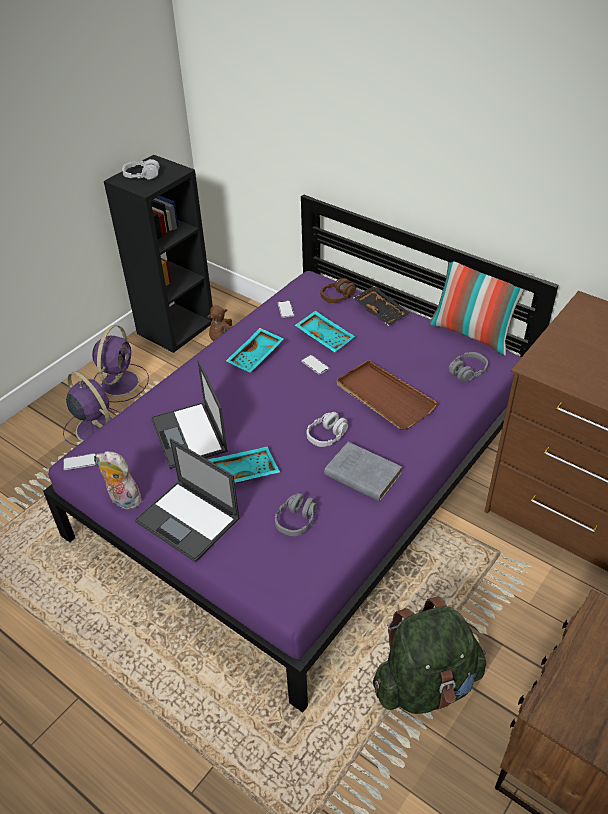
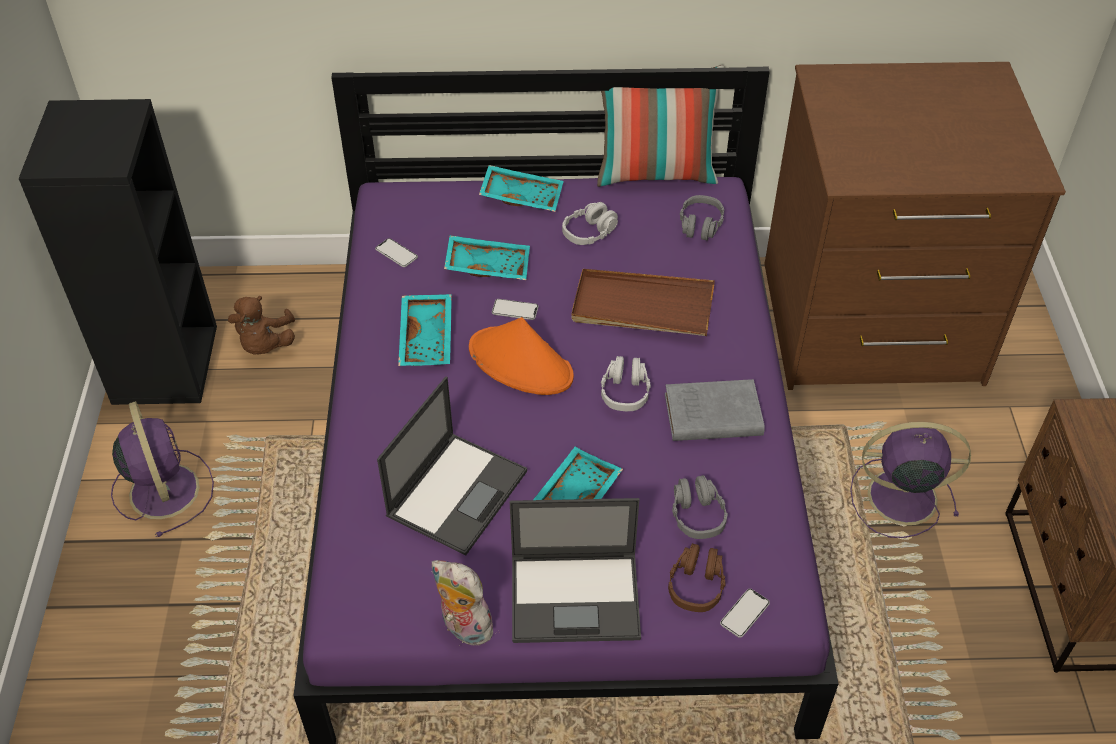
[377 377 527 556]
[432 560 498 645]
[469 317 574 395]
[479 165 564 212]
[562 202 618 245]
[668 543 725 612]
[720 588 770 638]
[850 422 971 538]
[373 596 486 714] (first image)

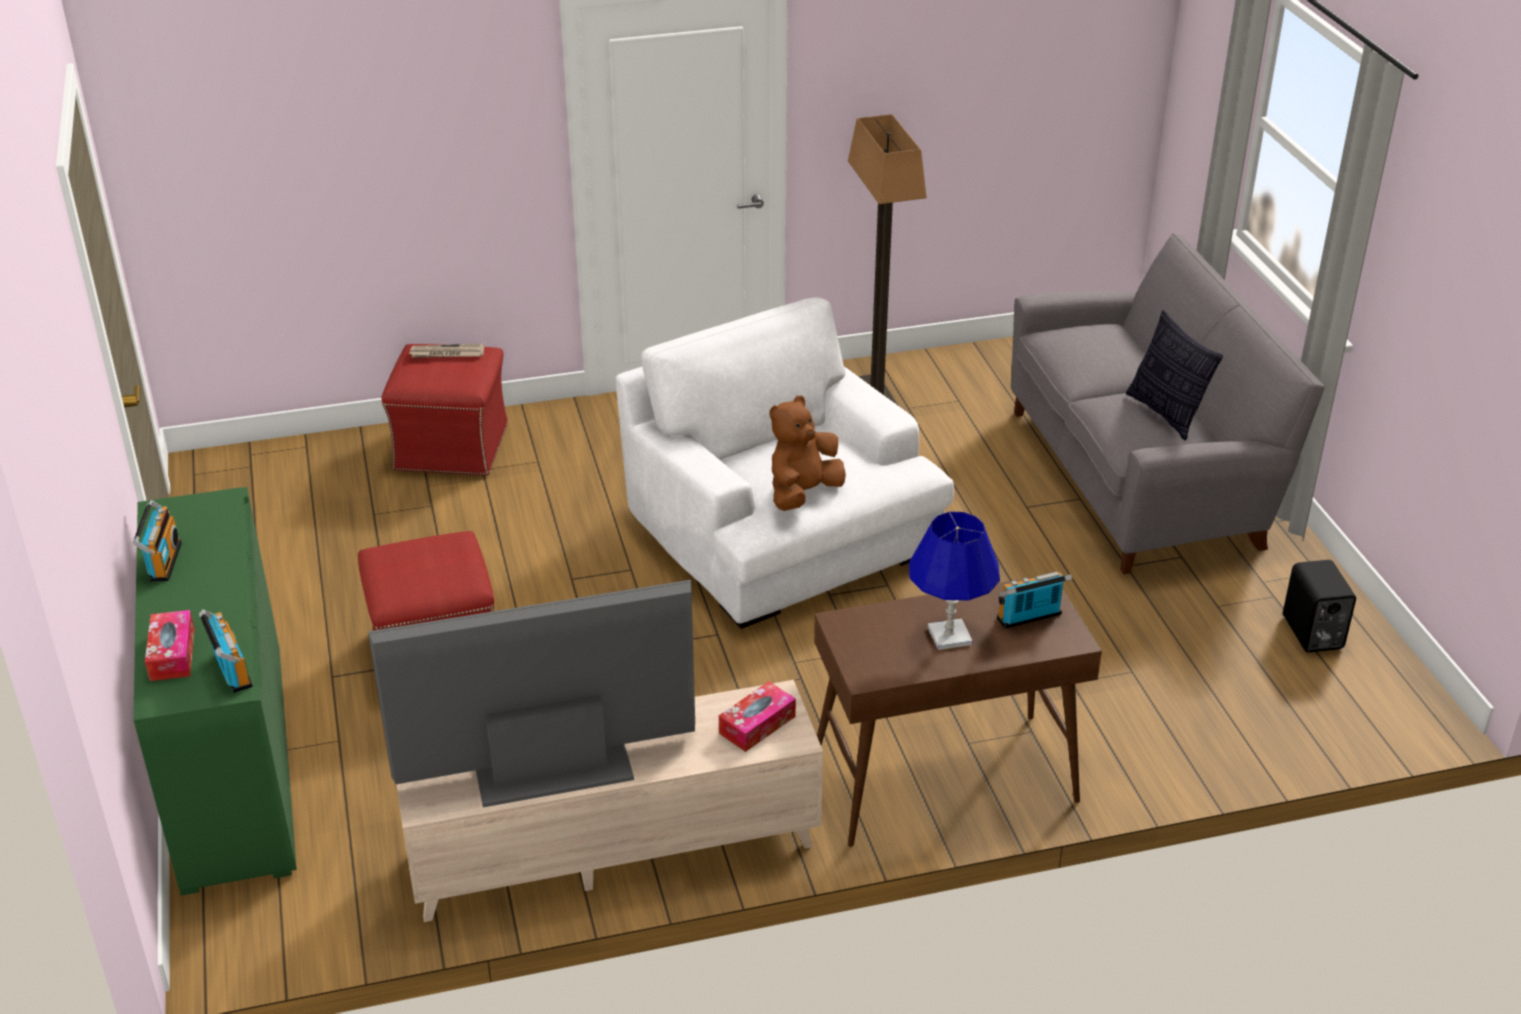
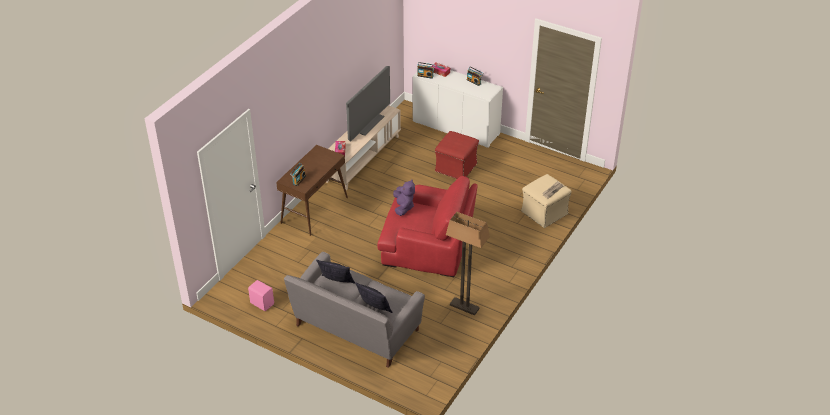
[248 280 274 311]
[355 282 392 313]
[377 176 478 277]
[393 180 415 216]
[413 63 503 148]
[521 174 572 228]
[909 512 1000 650] (first image)

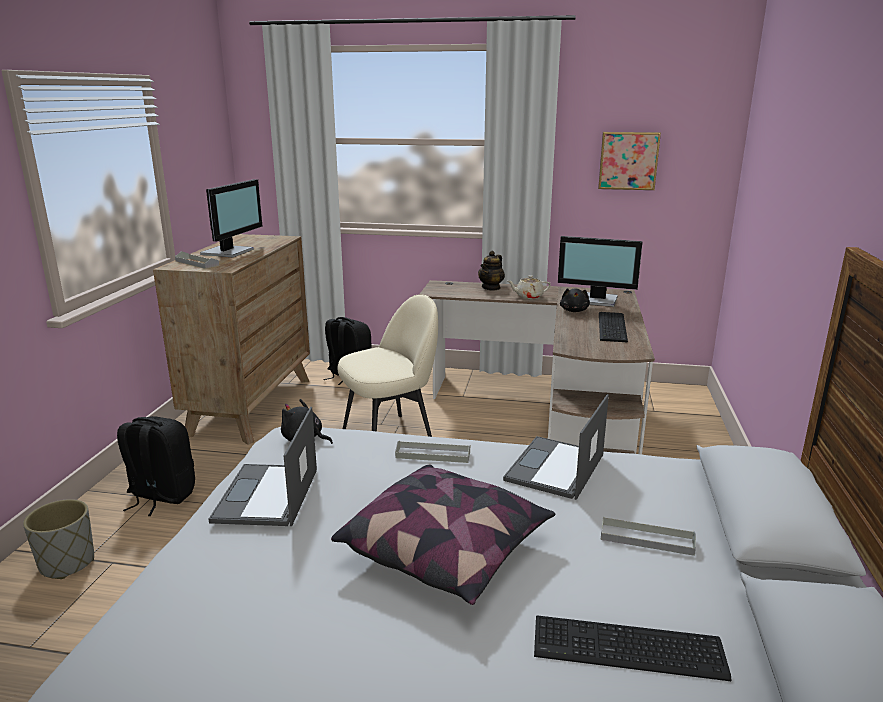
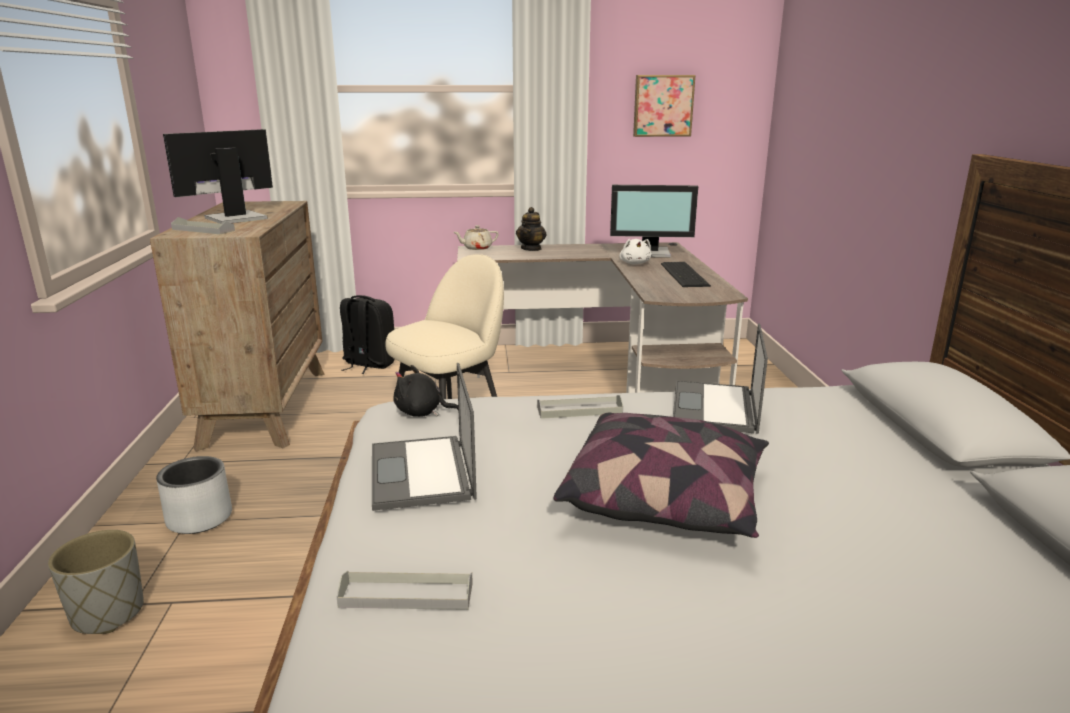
[156 456 232 534]
[163 129 273 224]
[336 571 473 610]
[454 225 499 250]
[619 239 651 265]
[534 615 732 681] (first image)

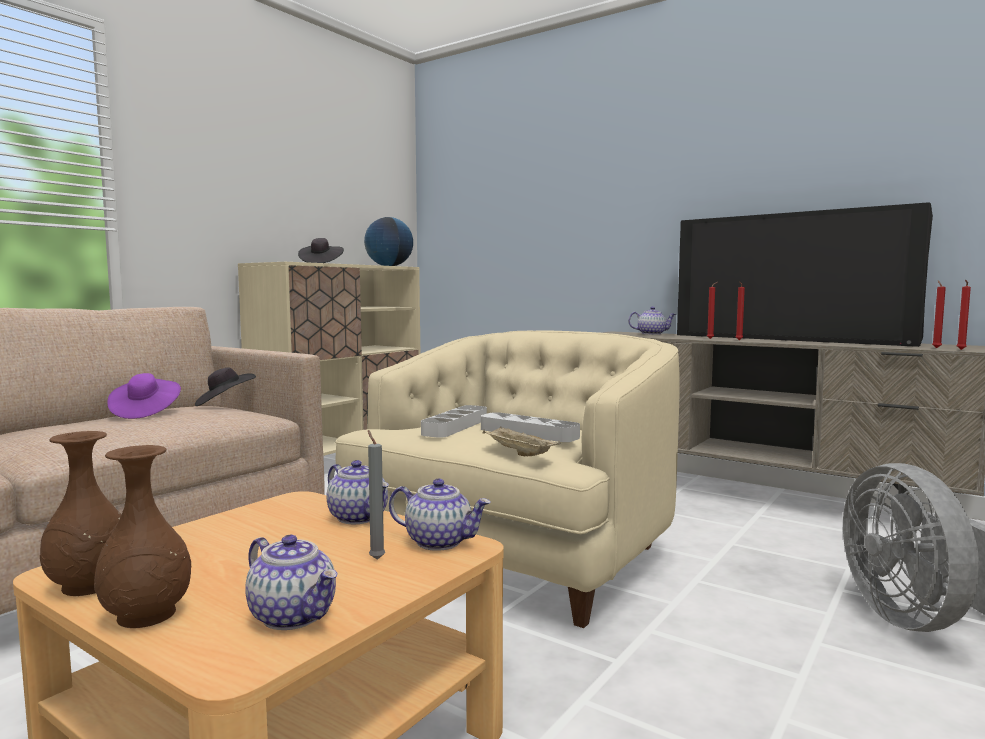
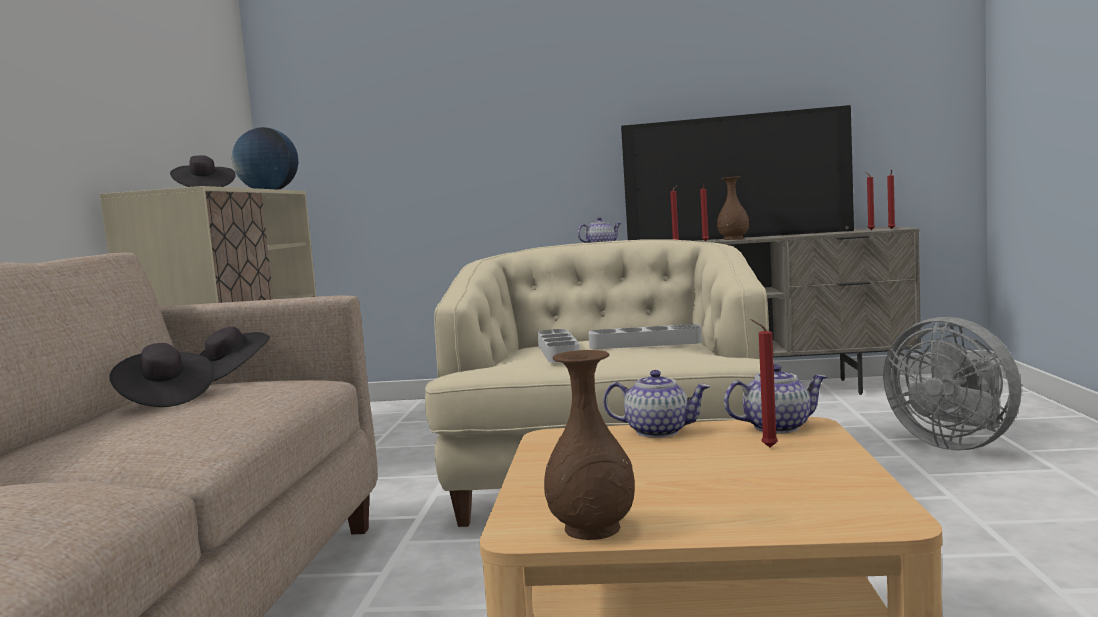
[109 343 214 407]
[717 176 749 240]
[751 319 778 447]
[245 535 338 630] (first image)
[483 427 561 456] (first image)

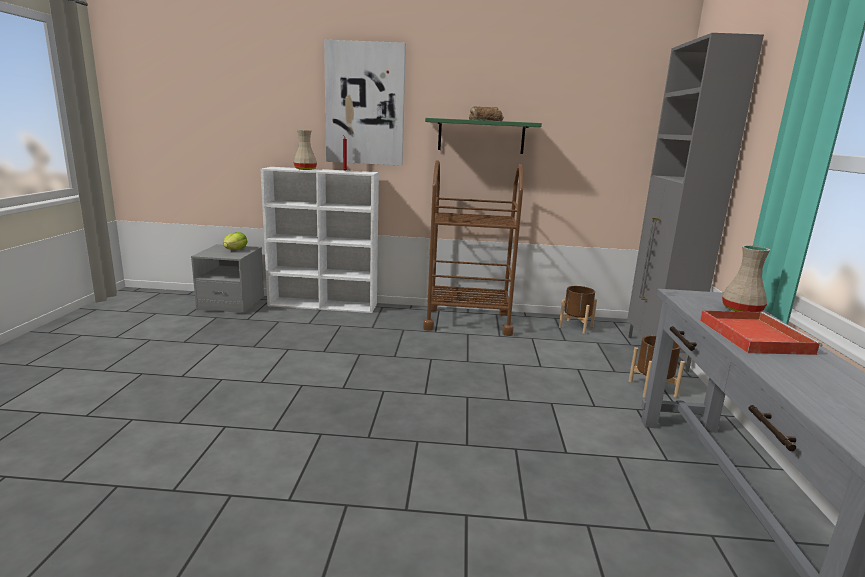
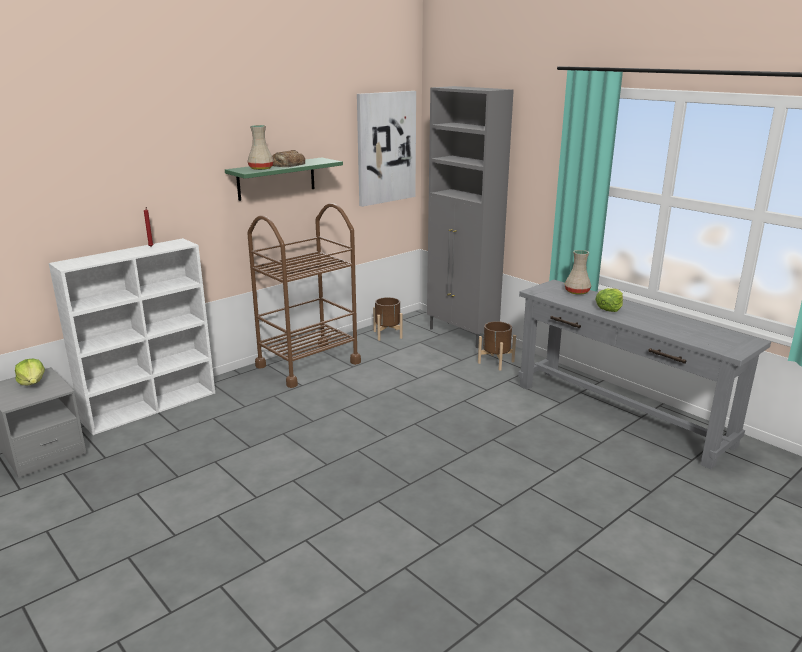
[247 125 274 170]
[357 91 416 207]
[595 288 623 312]

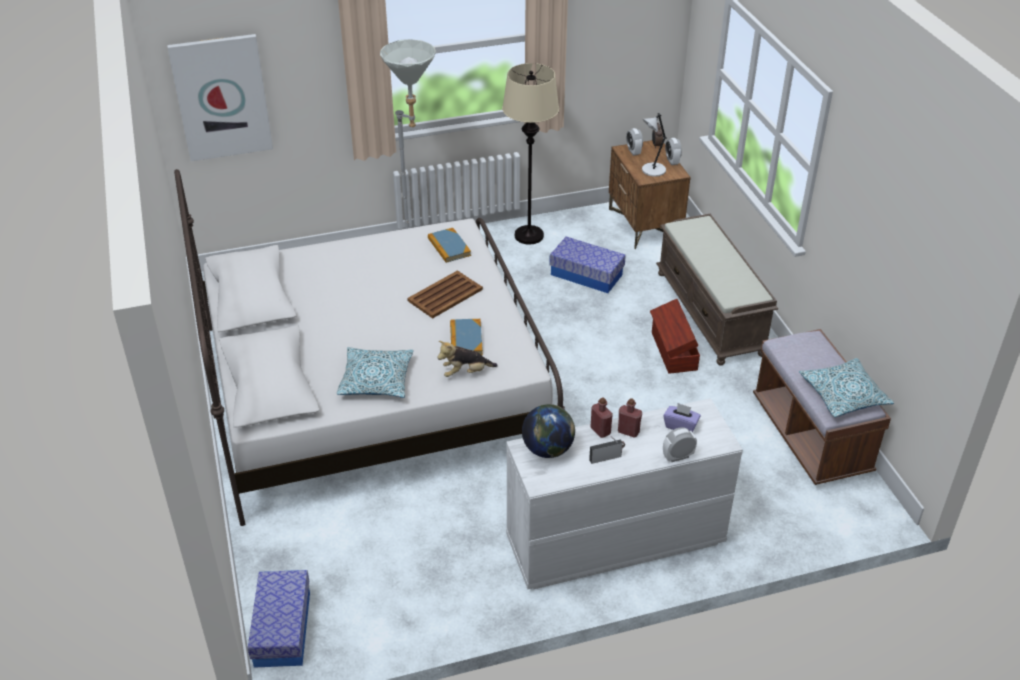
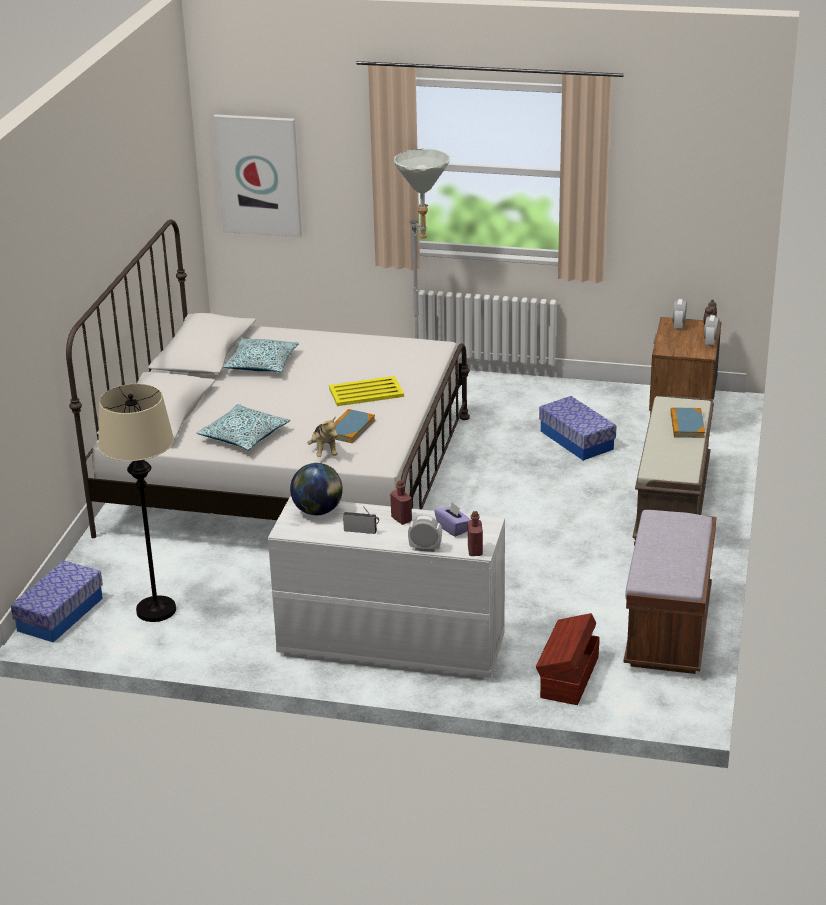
[98 384 176 622]
[223 338 299 372]
[307 416 338 457]
[329 376 404 406]
[468 511 483 556]
[536 613 599 705]
[670 408 705 438]
[642 113 667 177] (first image)

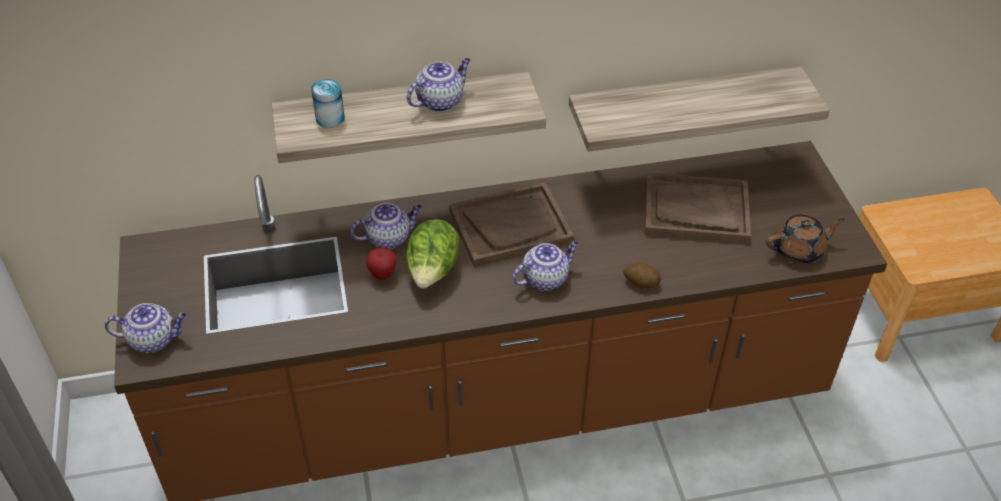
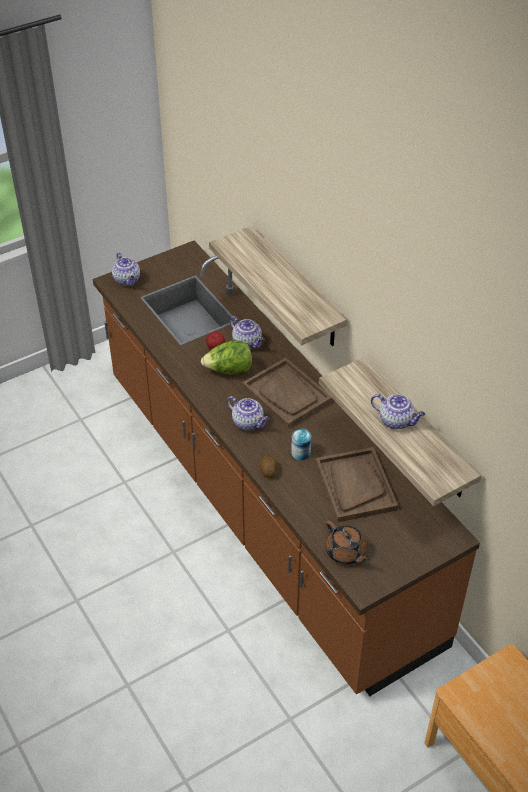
[291 429 311 460]
[371 394 425 430]

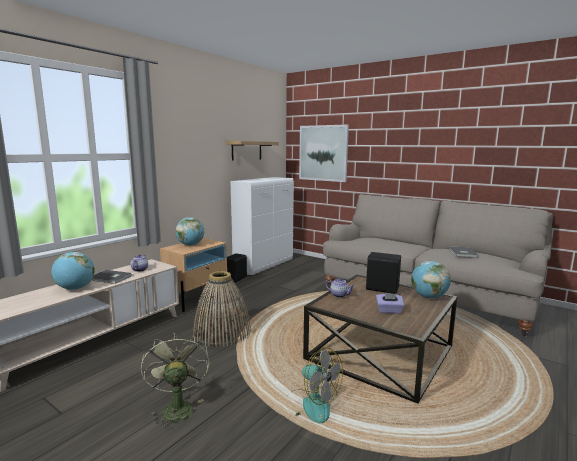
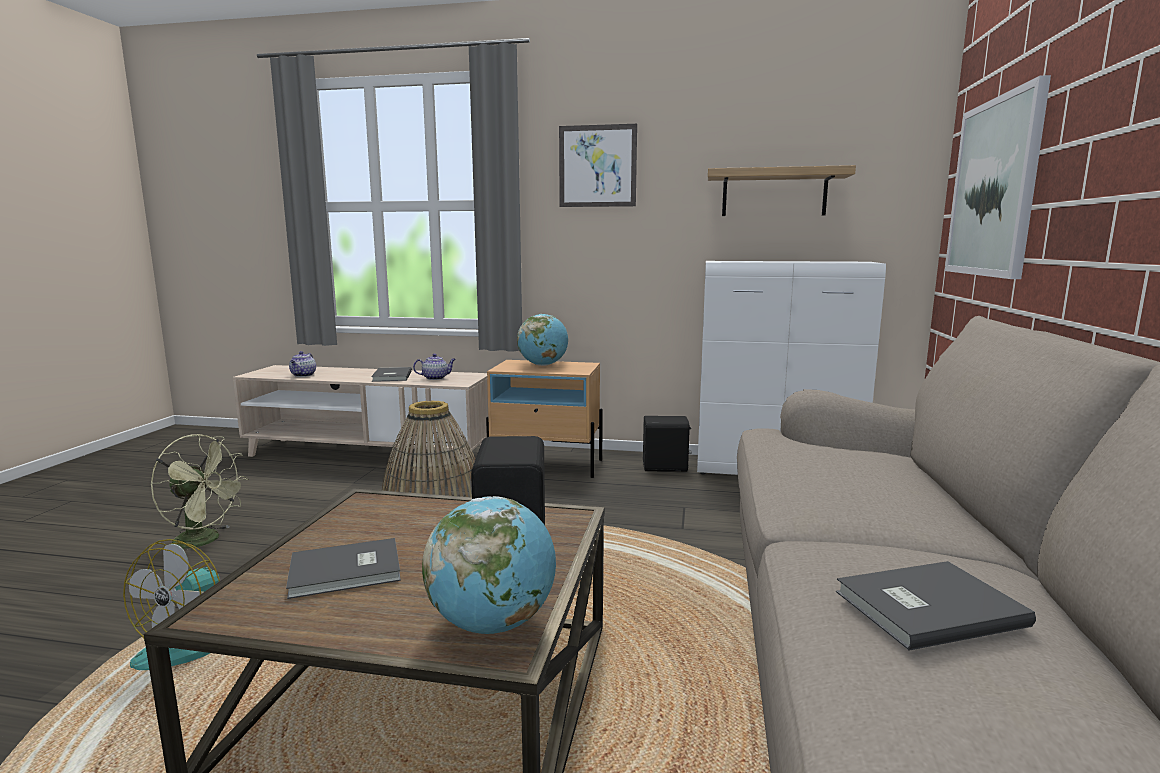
[150 434 248 549]
[286 538 401 599]
[289 351 316 377]
[559 124 637 207]
[51 252 95 290] (first image)

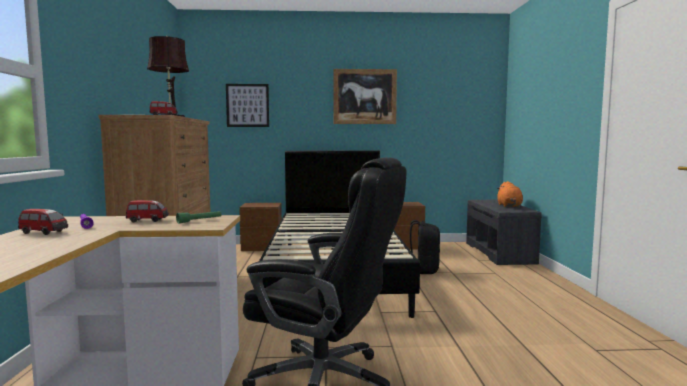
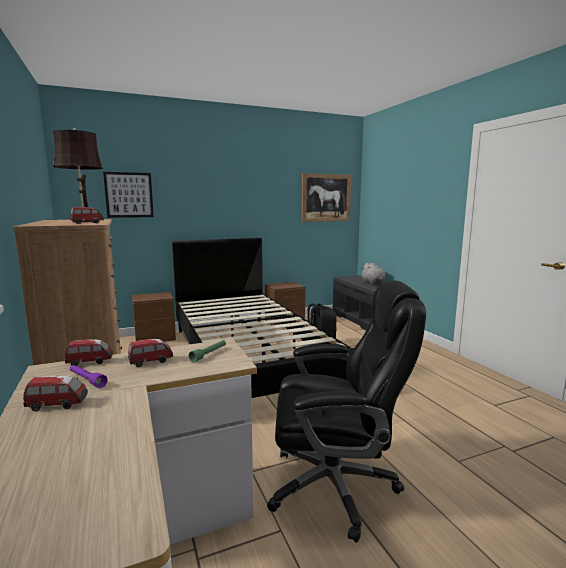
[65 339 113 366]
[302 173 351 222]
[361 262 385 284]

